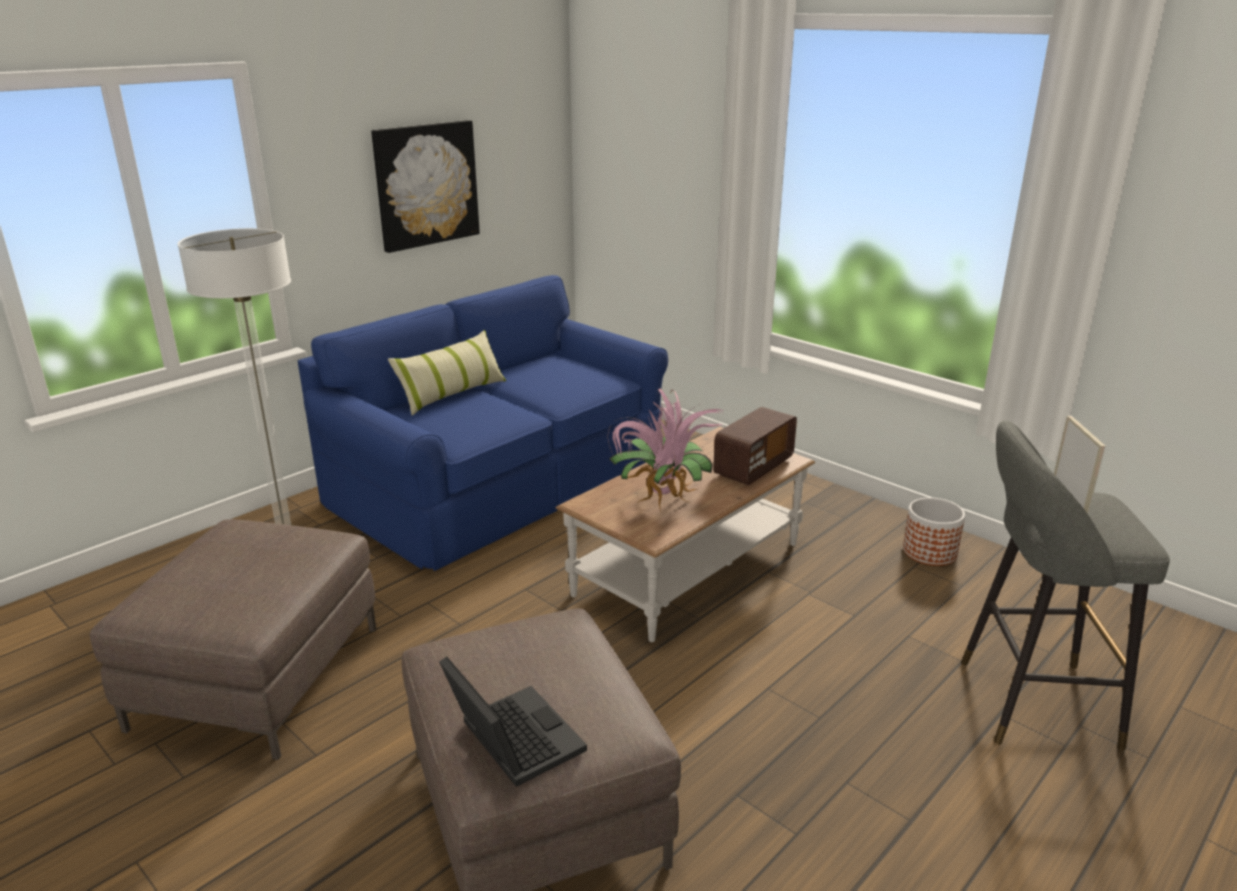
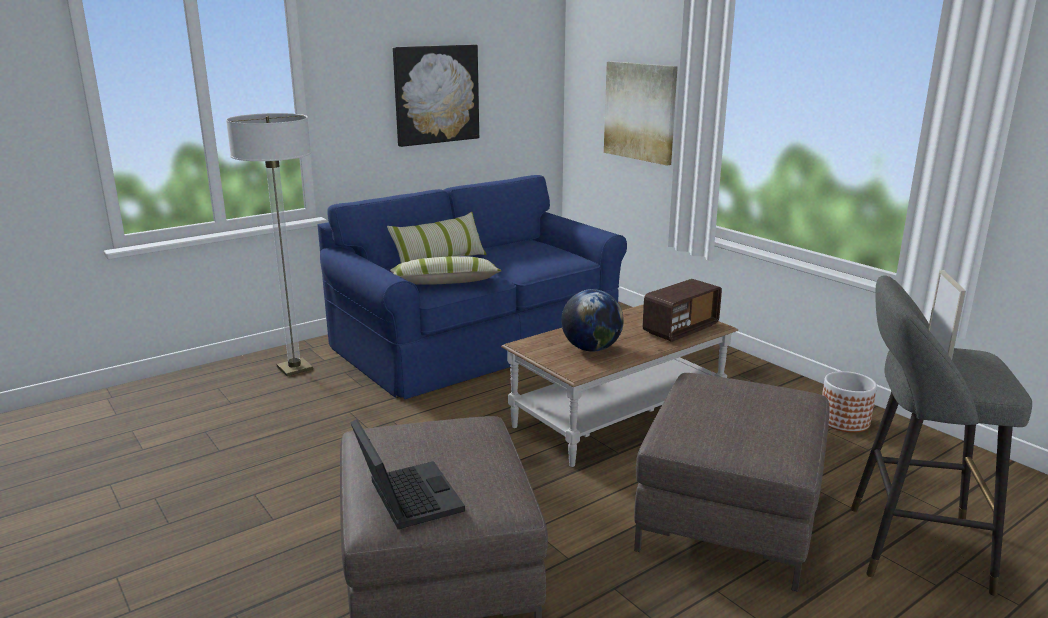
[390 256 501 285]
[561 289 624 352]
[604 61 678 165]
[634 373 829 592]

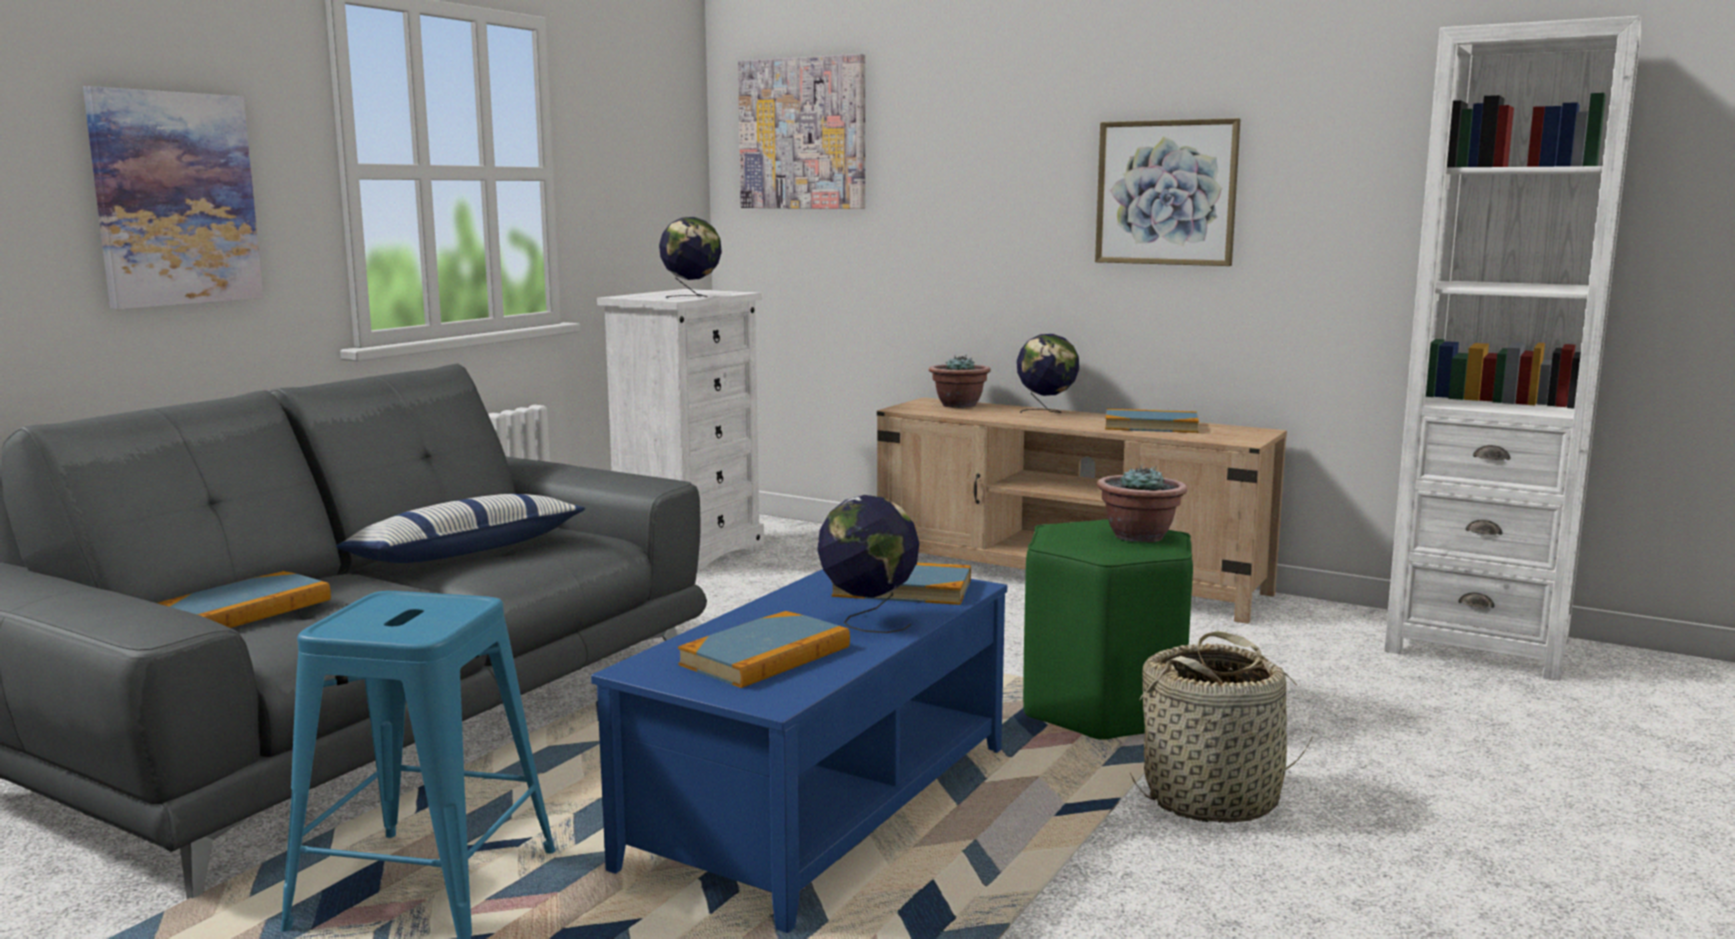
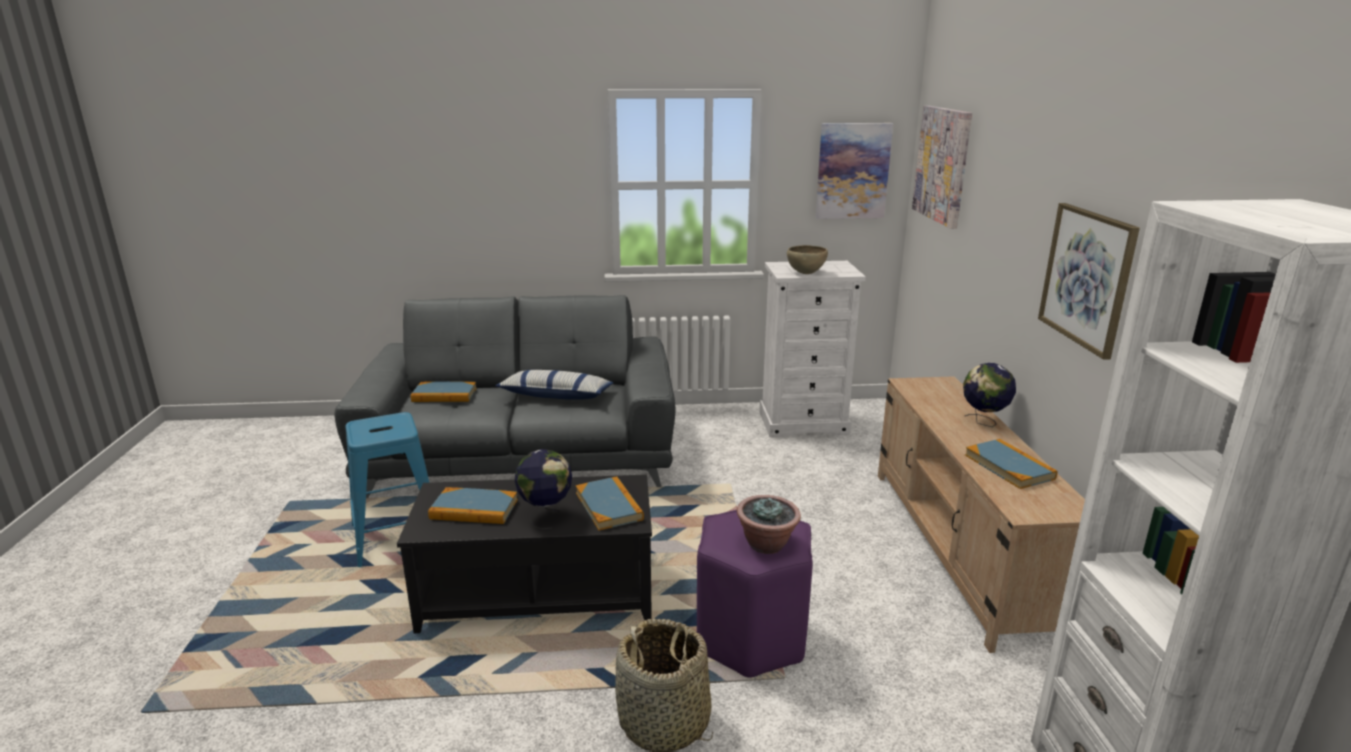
[397 474 652 633]
[697 510 813 678]
[787 245 828 274]
[816 123 893 219]
[929 355 991 408] (first image)

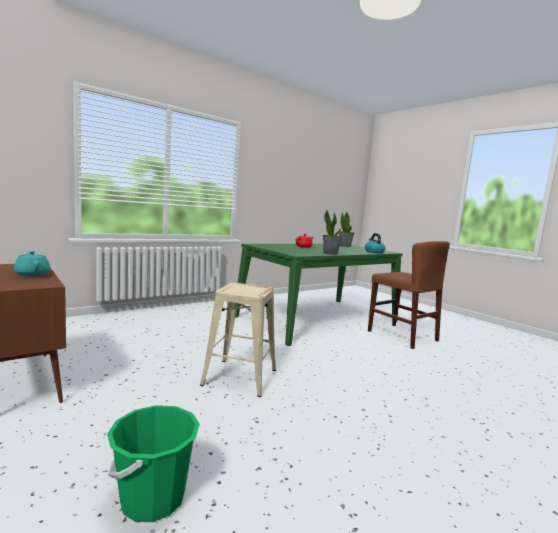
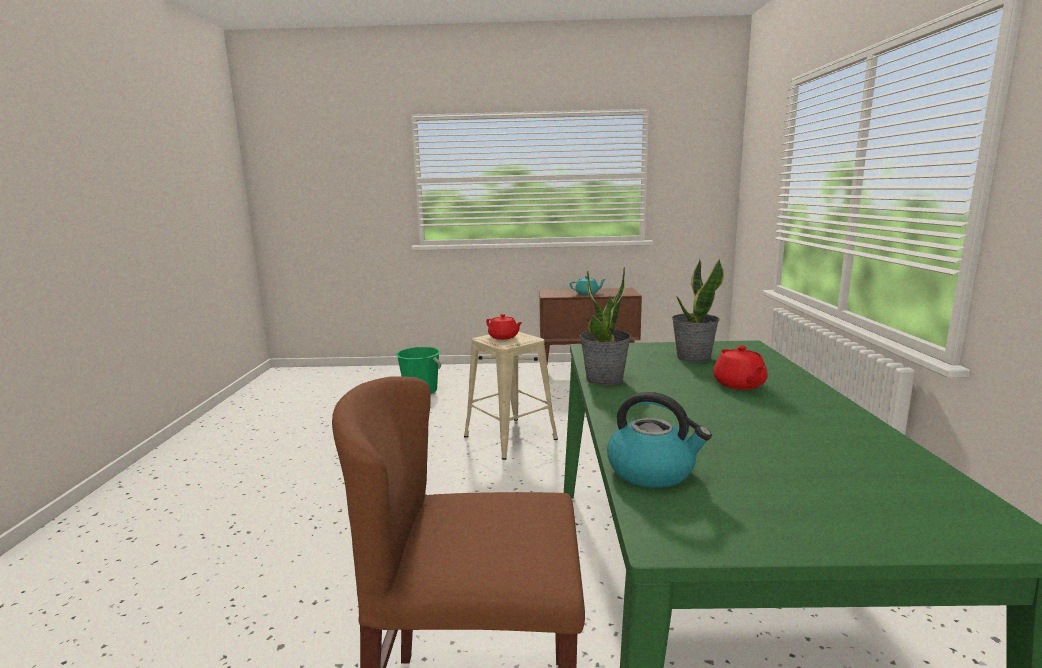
[486 314 523 340]
[672 259 724 363]

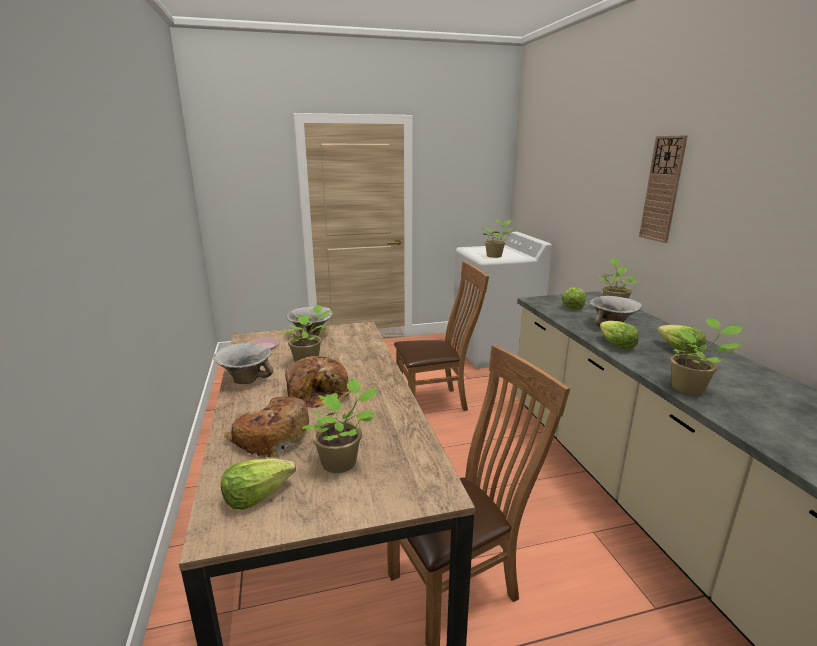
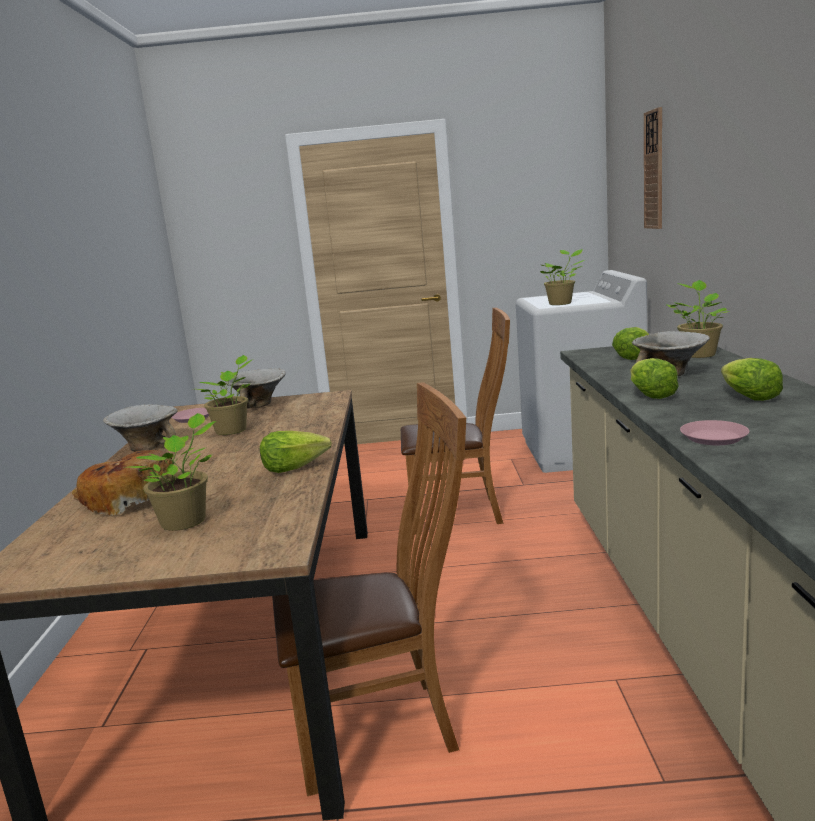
[260 431 332 473]
[644 107 662 229]
[680 420 749 445]
[285 356 350 408] (first image)

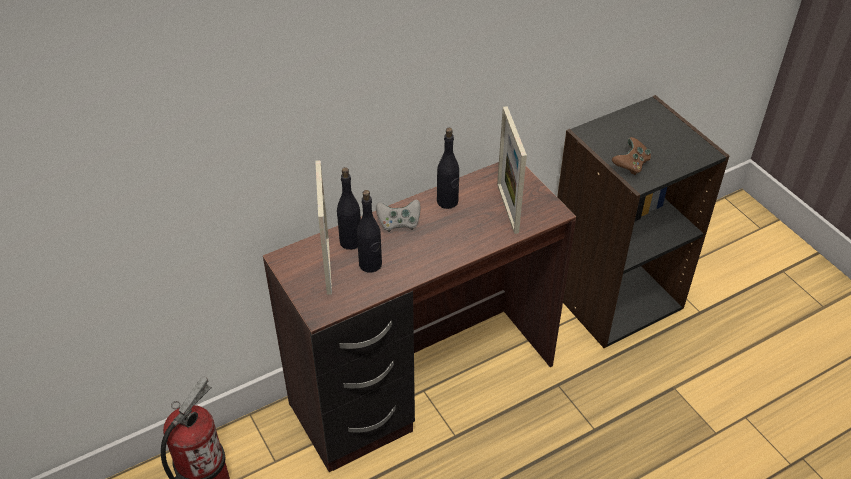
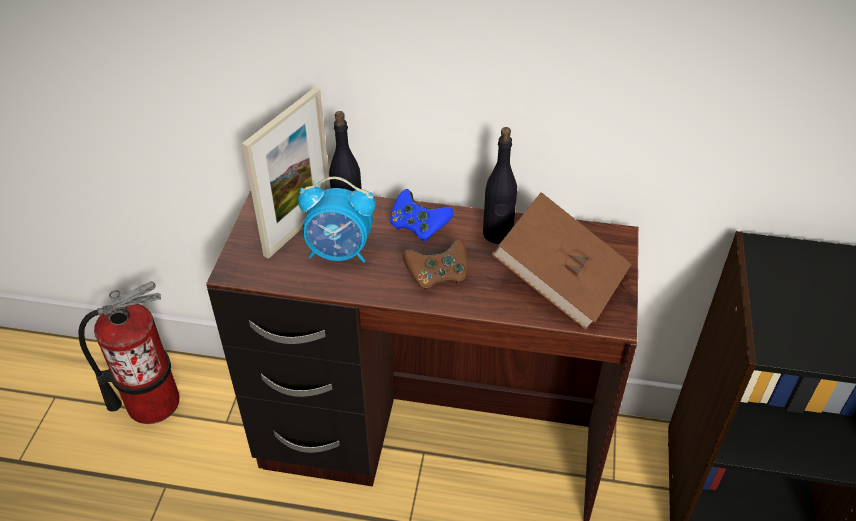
[298 177 376 262]
[390 189 454 242]
[403 239 468 290]
[491 192 632 330]

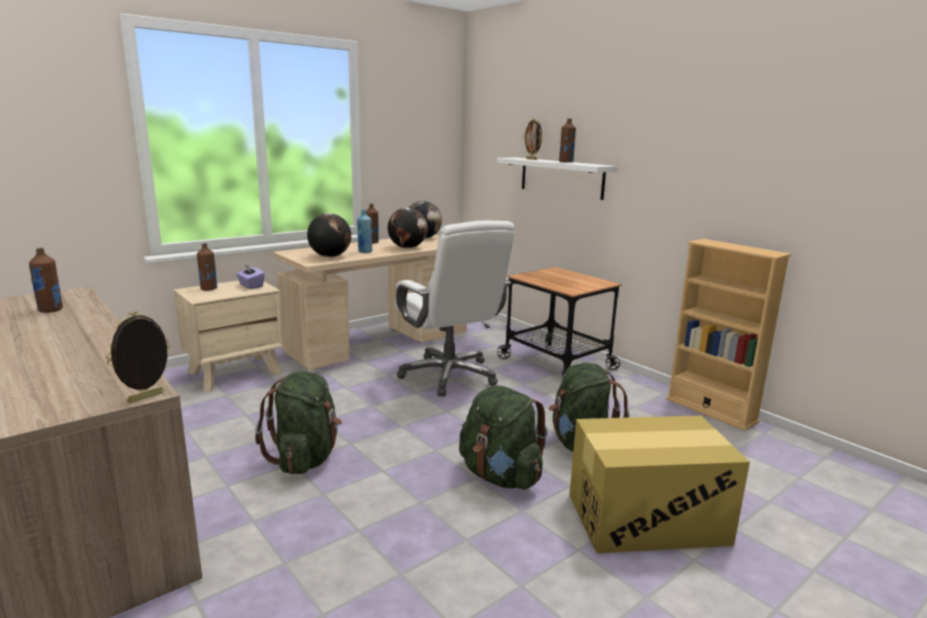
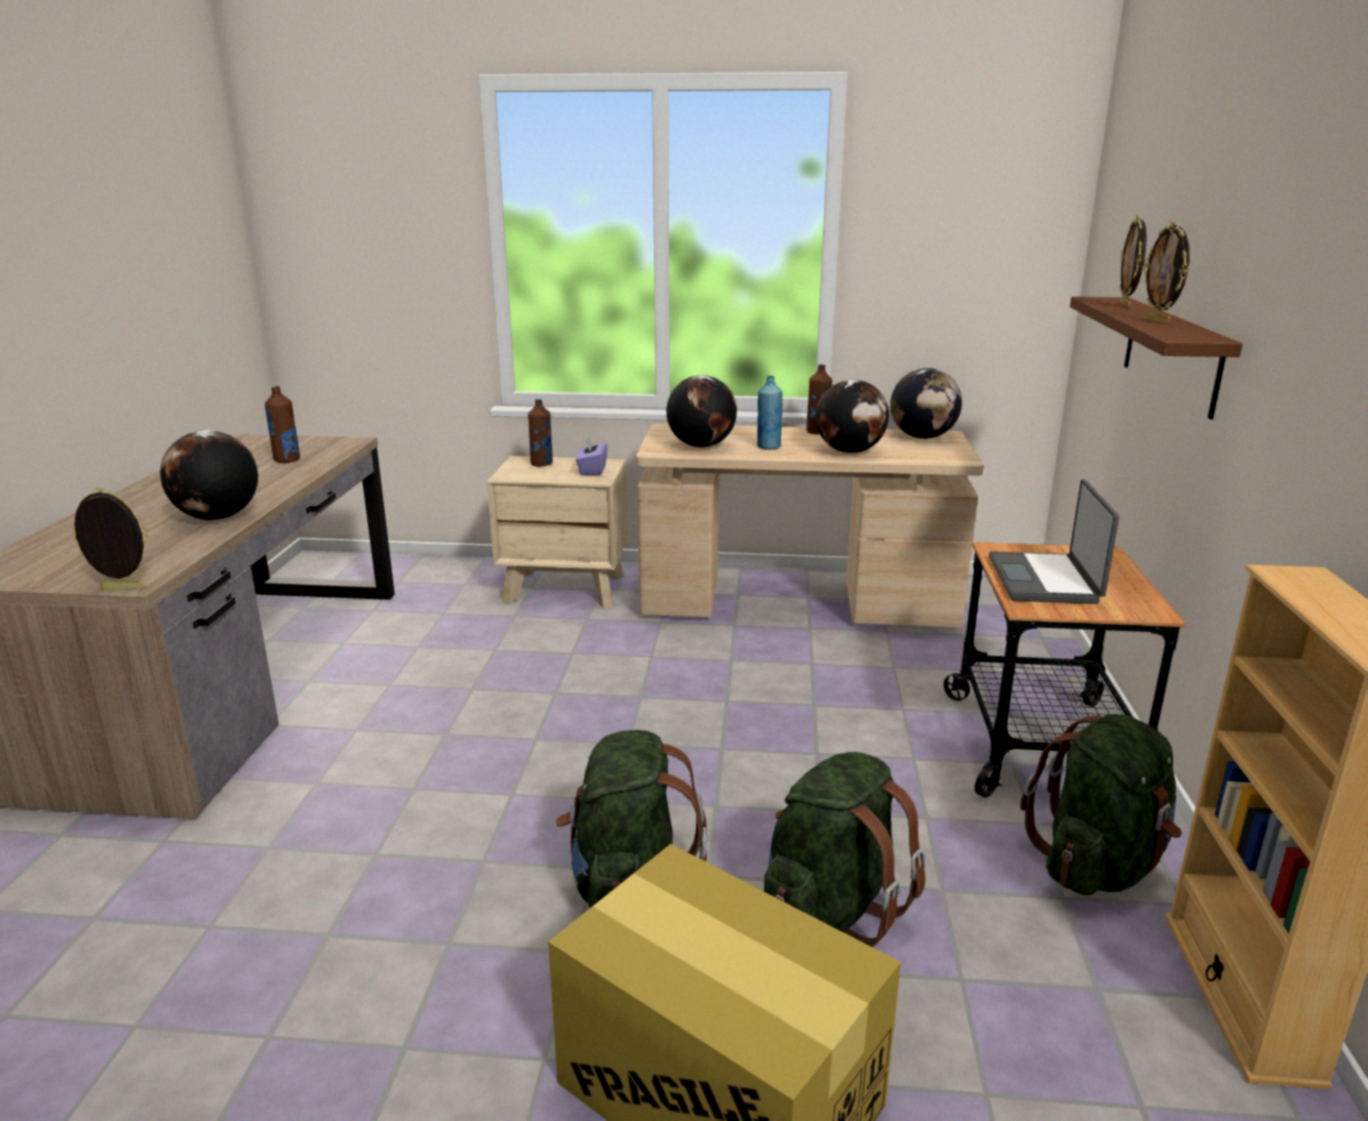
[160 430 258 520]
[989 479 1119 604]
[1020 714 1182 895]
[1070 297 1243 419]
[1144 221 1190 325]
[395 221 514 396] (first image)

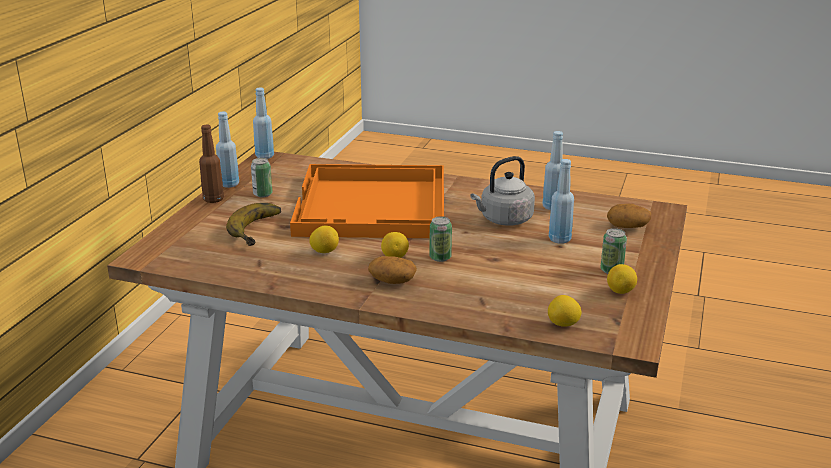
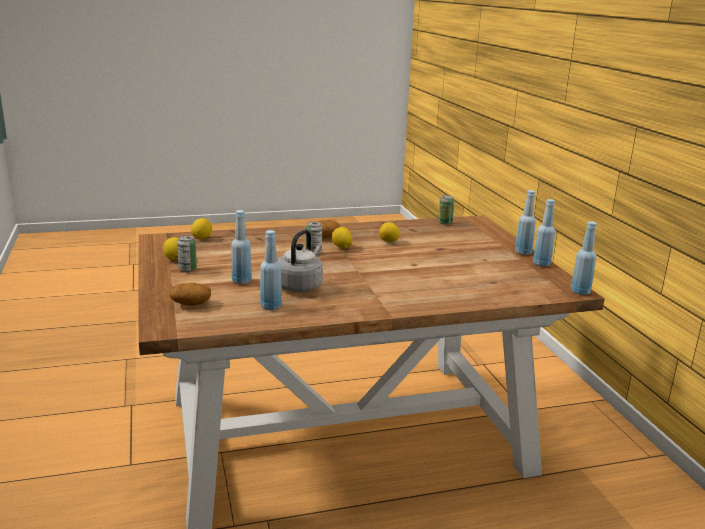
[438 195 454 225]
[515 190 536 255]
[226 203 281 246] (first image)
[290 164 444 238] (first image)

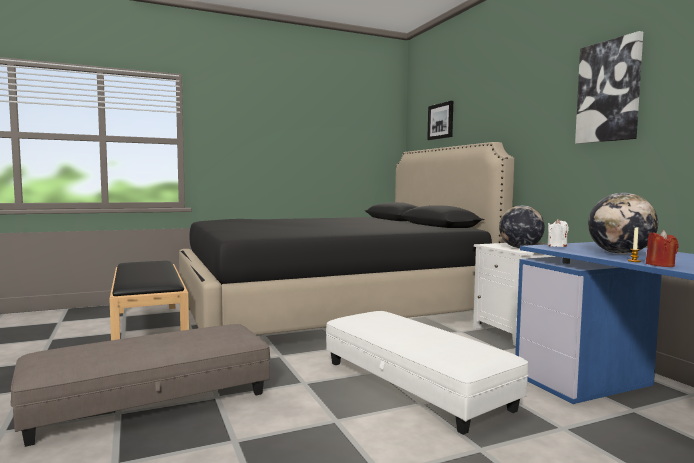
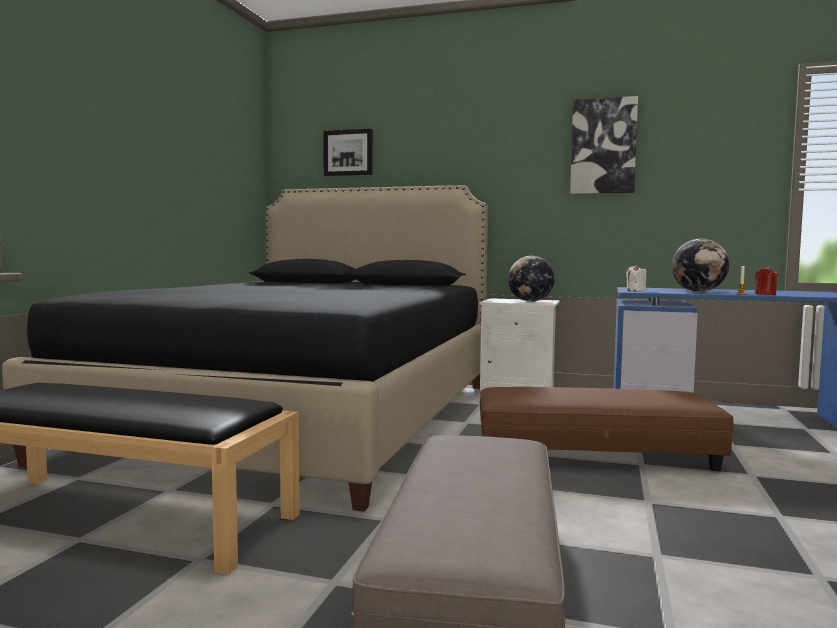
[480 387 733 471]

